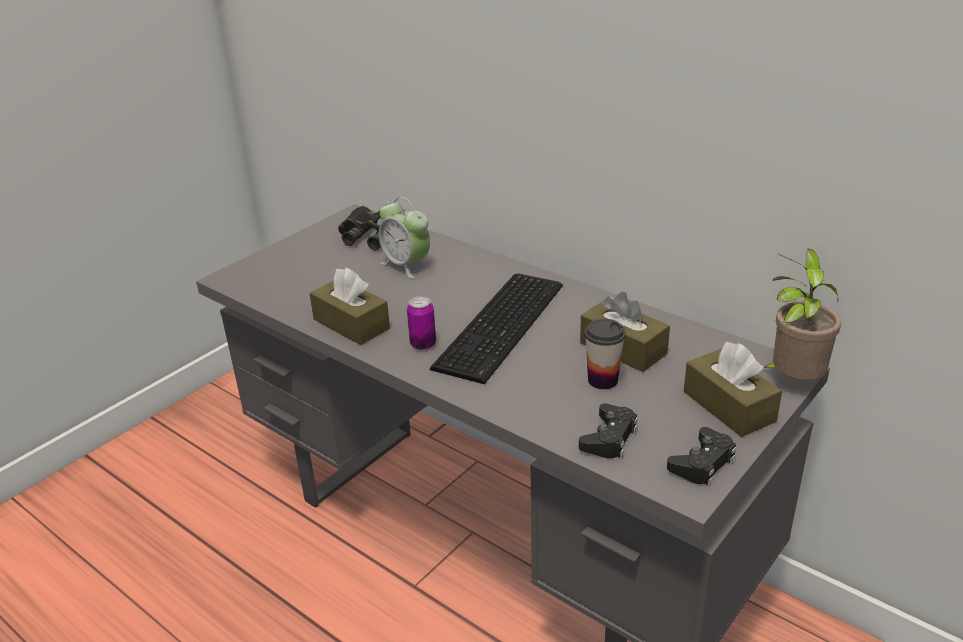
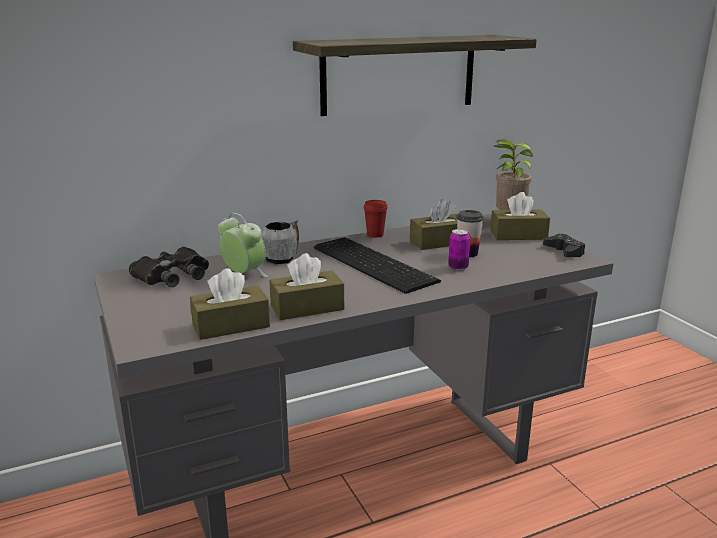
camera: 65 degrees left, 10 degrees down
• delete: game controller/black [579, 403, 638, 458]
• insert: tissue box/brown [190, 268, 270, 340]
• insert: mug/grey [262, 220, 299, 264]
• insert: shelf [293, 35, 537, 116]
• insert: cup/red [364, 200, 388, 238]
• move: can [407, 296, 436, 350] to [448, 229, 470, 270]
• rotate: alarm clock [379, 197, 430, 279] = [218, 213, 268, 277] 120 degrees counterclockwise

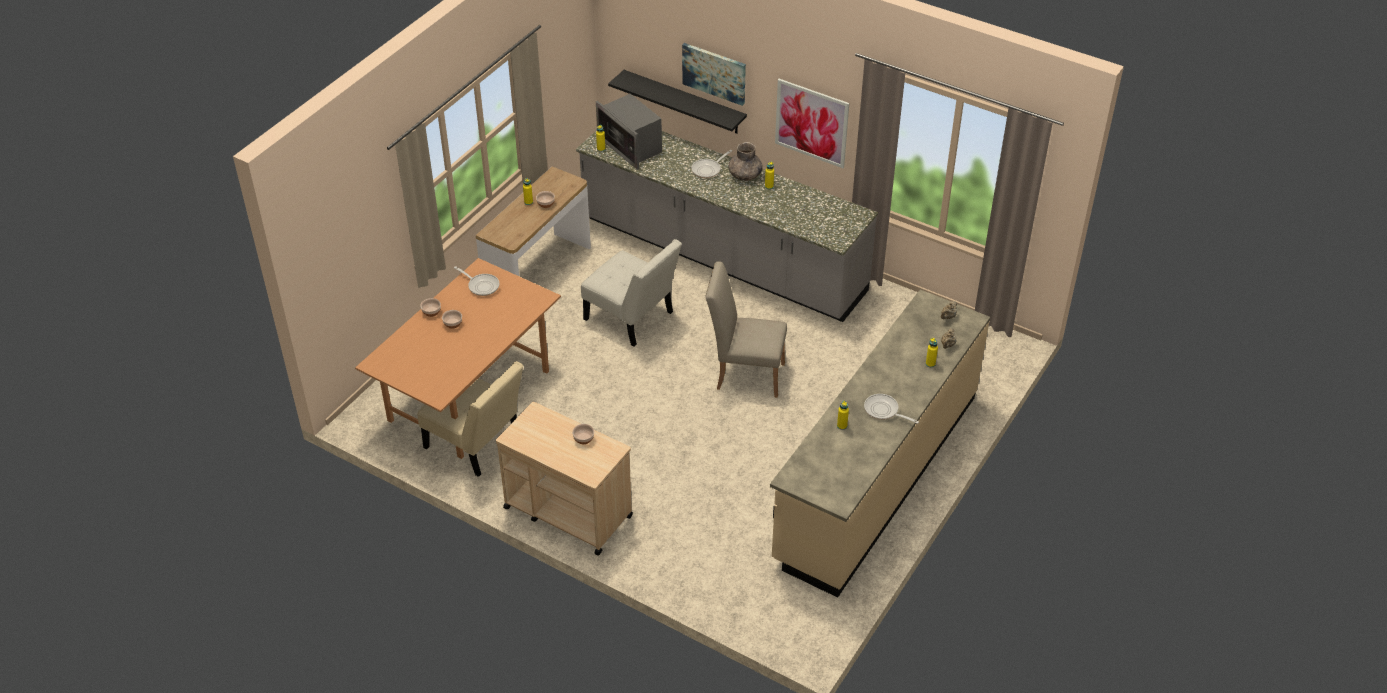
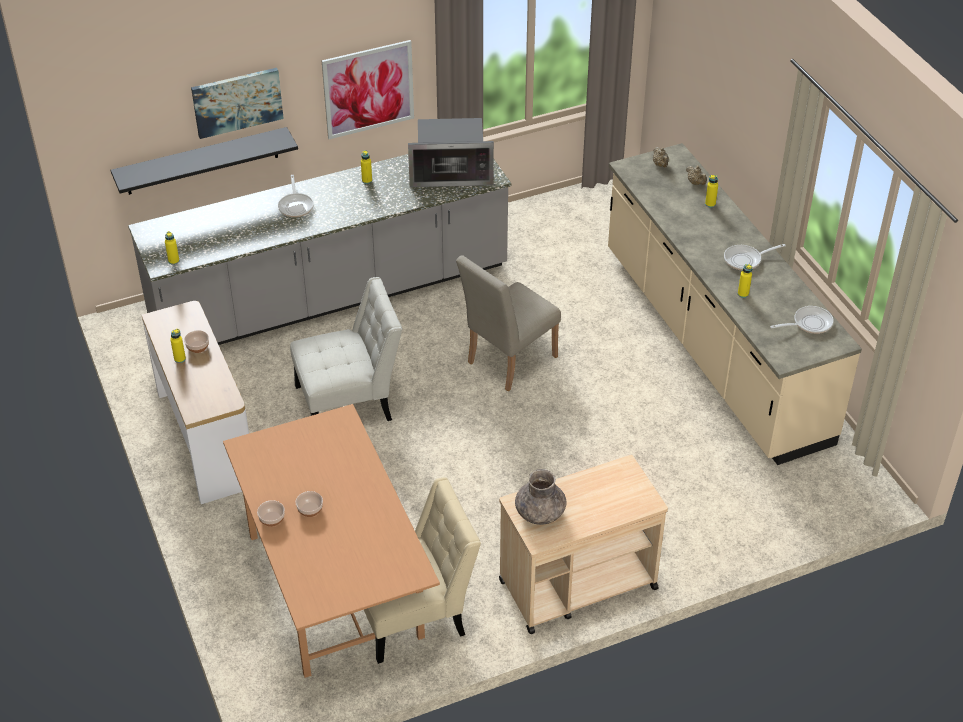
camera: 55 degrees left, 0 degrees up
• delete: bowl [572, 424, 594, 444]
• move: frying pan [454, 266, 499, 296] to [770, 306, 834, 334]
• move: microwave [596, 94, 662, 170] to [408, 118, 494, 187]
• move: vase/grey [728, 142, 762, 181] to [515, 469, 567, 525]

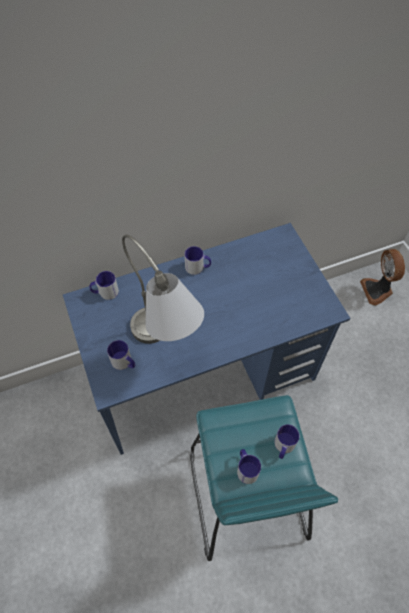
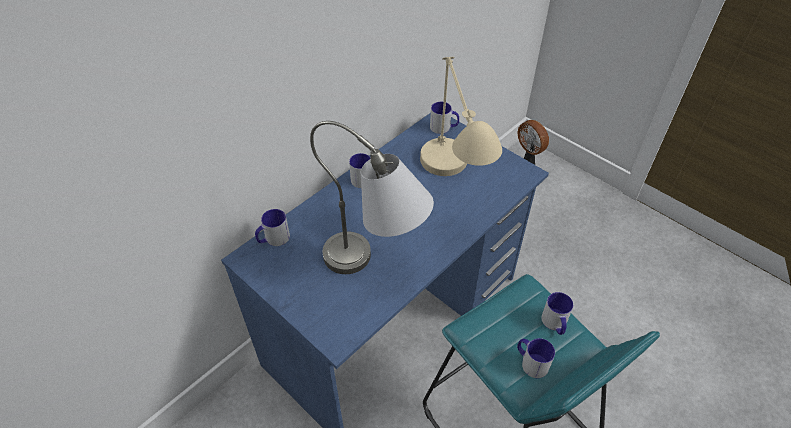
camera: 25 degrees left, 10 degrees down
• insert: table lamp/beige [420, 57, 502, 176]
• move: mug [107, 340, 135, 370] to [430, 102, 459, 134]

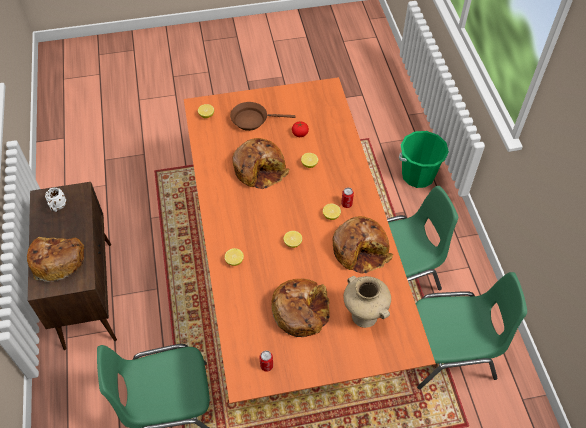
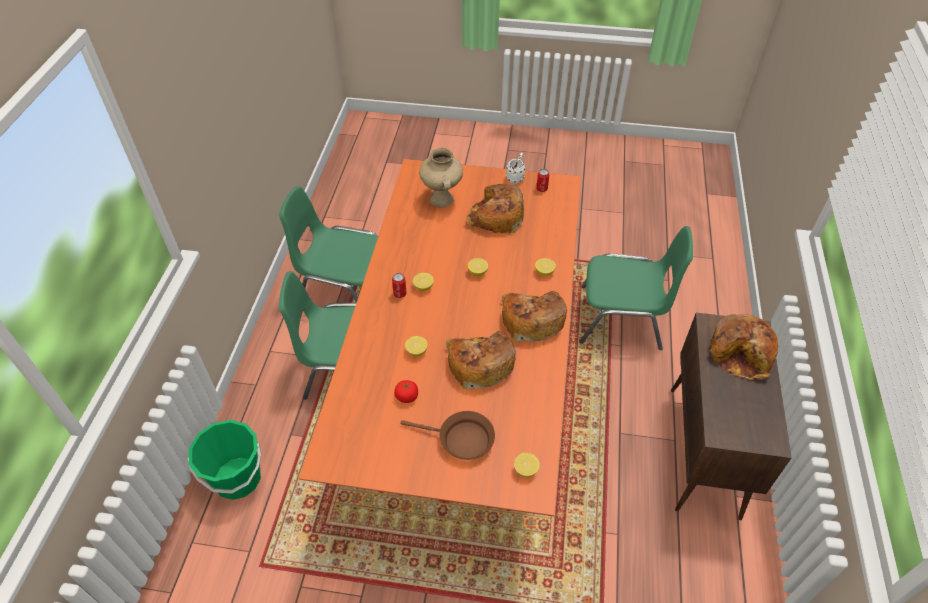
camera: 160 degrees left, 5 degrees down
• move: mug/white [45, 187, 66, 212] to [506, 153, 525, 184]
• move: bread [332, 216, 394, 274] to [502, 291, 567, 342]

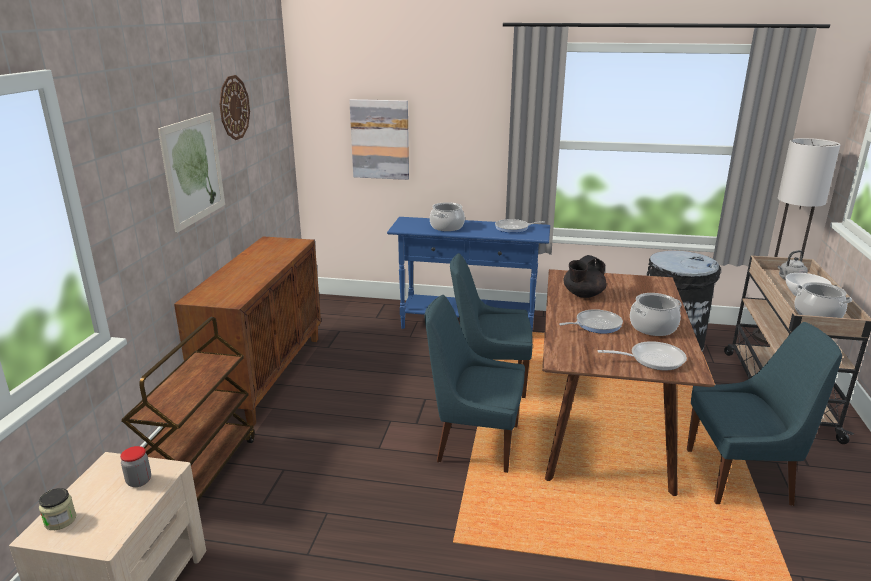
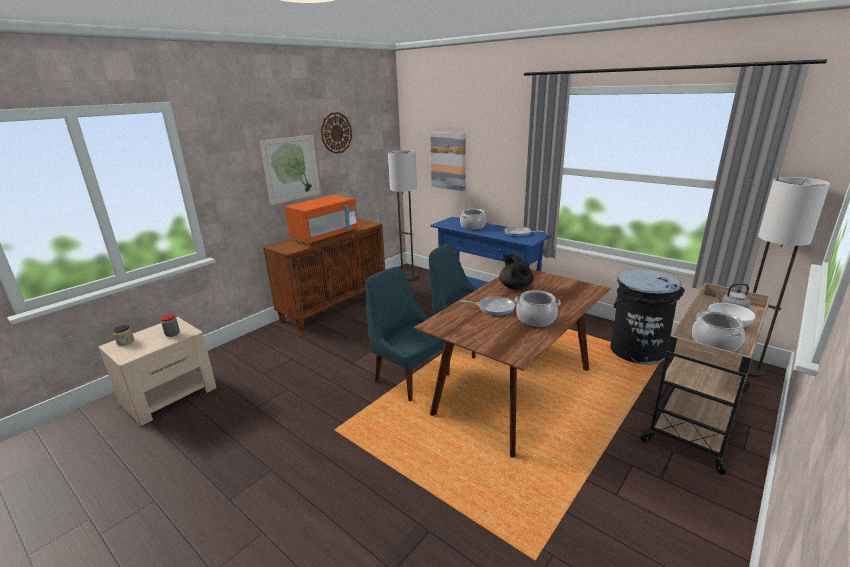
camera: 30 degrees right, 0 degrees up
• delete: cart/brown [121, 317, 255, 502]
• delete: frying pan [598, 341, 687, 370]
• delete: chair/blue [687, 322, 842, 506]
• insert: microwave/orange [285, 195, 358, 244]
• insert: floor lamp [388, 150, 418, 281]
• rotate: teapot/black [563, 255, 607, 298] = [499, 254, 534, 290] 90 degrees clockwise

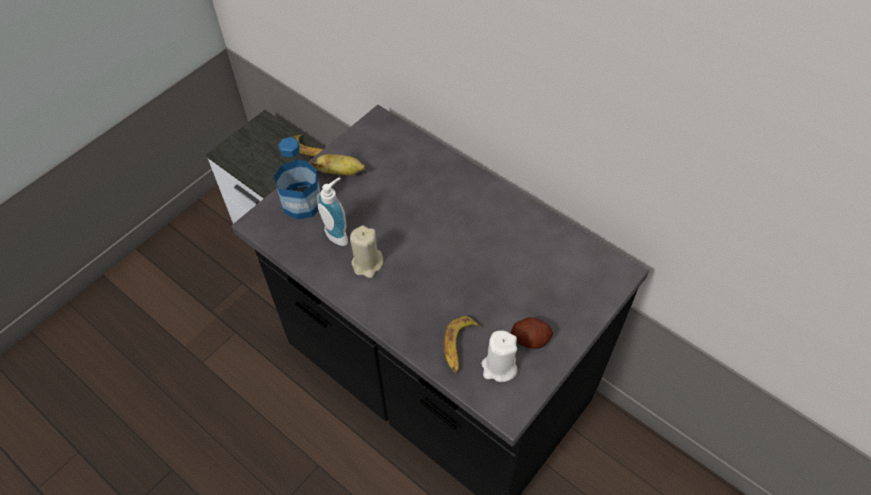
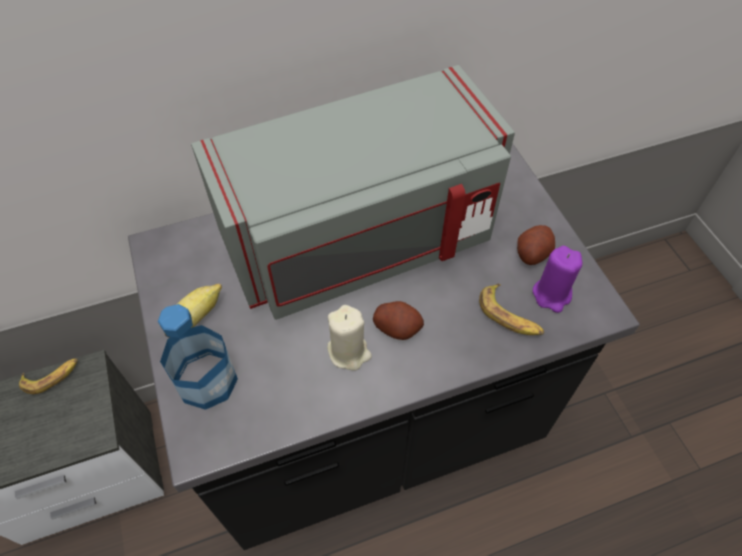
camera: 60 degrees left, 0 degrees up
• delete: soap dispenser [317, 177, 348, 246]
• insert: microwave/grey [191, 65, 515, 320]
• insert: potato [373, 301, 424, 340]
• recolor: candle/white [482, 330, 517, 382] to candle/purple [533, 246, 582, 313]

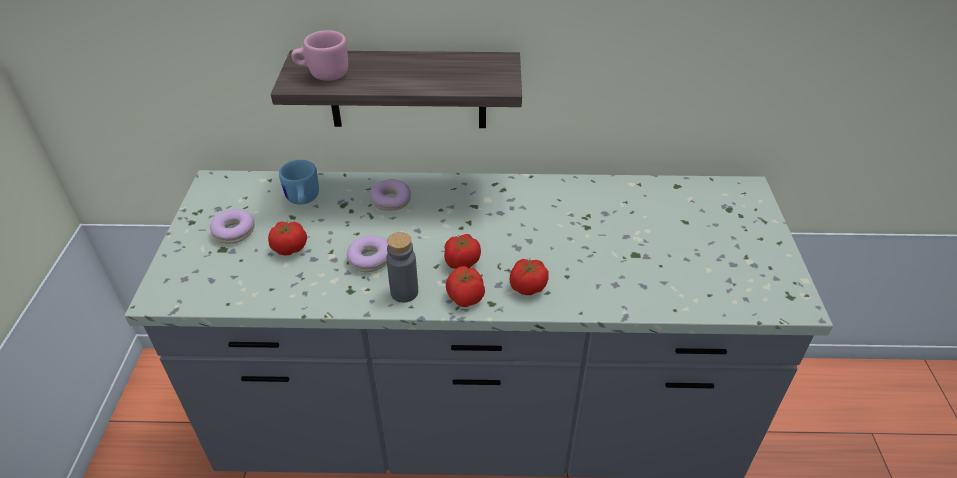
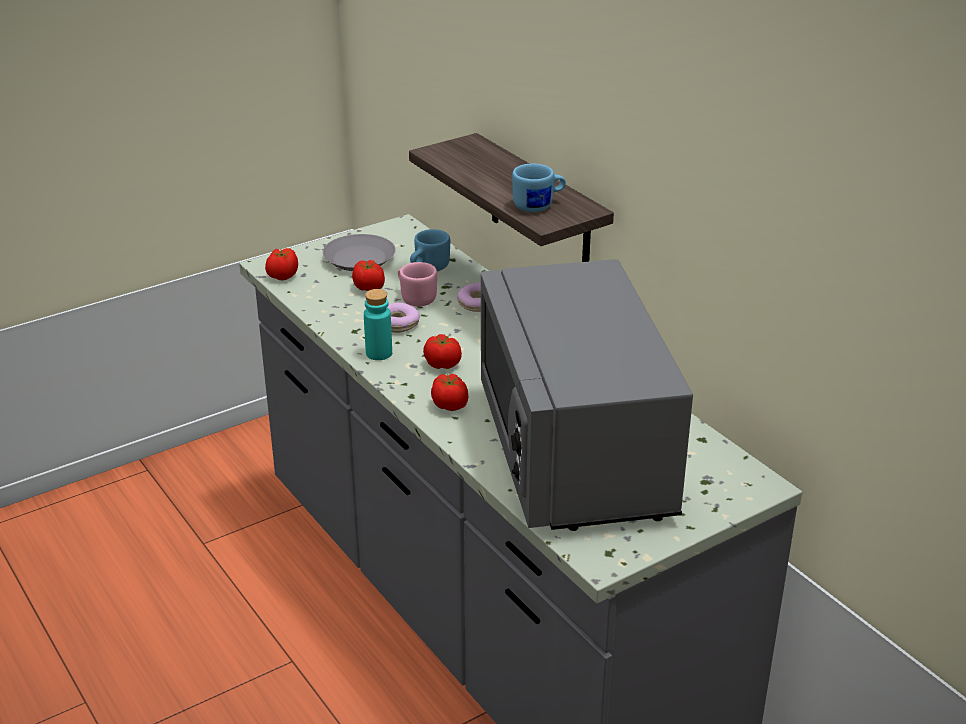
camera: 55 degrees right, 10 degrees down
• insert: microwave/grey [481, 259, 693, 531]
• insert: mug/blue [512, 164, 566, 212]
• move: mug/pink [291, 30, 348, 81] to [398, 262, 437, 306]
• move: tomato [446, 266, 485, 307] to [265, 248, 298, 281]
• replace: donut [210, 209, 255, 244] to plate/grey [323, 234, 396, 271]
• recolor: bottle/grey [386, 232, 418, 303] to bottle/turquoise [364, 289, 392, 360]

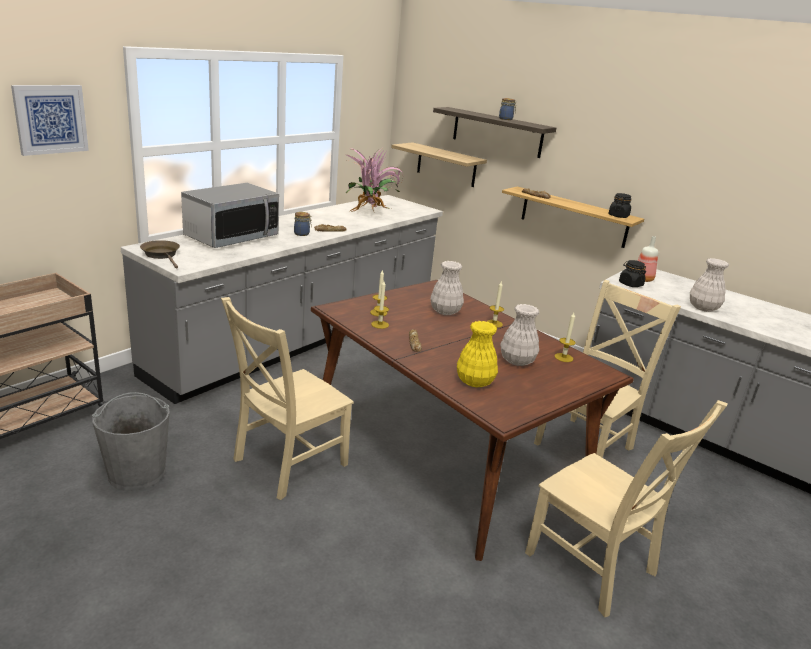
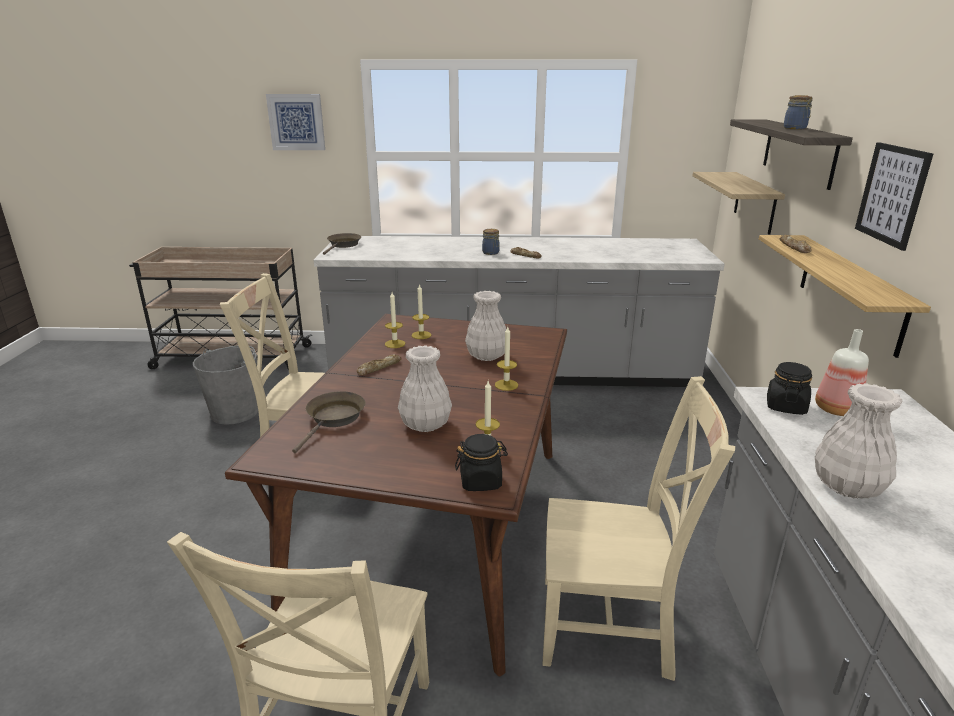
camera: 55 degrees right, 0 degrees up
• delete: microwave [181, 183, 279, 248]
• delete: potted plant [346, 148, 403, 213]
• insert: picture [855, 142, 933, 251]
• move: jar/black [608, 193, 632, 218] to [455, 434, 508, 491]
• replace: vase/yellow [457, 321, 498, 388] to frying pan/brown [292, 391, 365, 453]

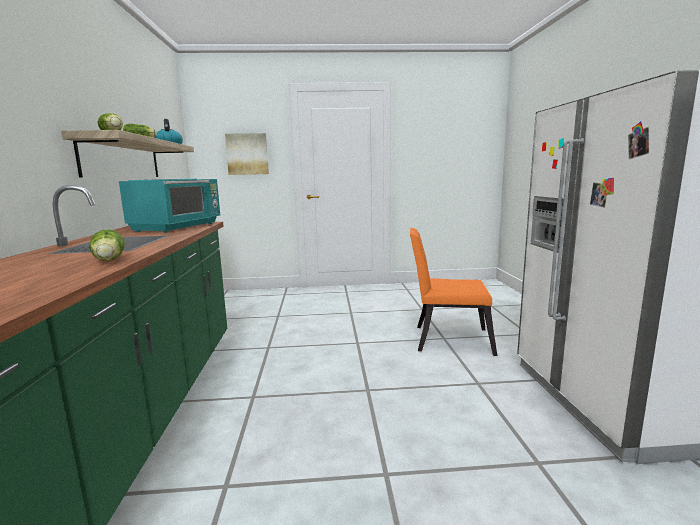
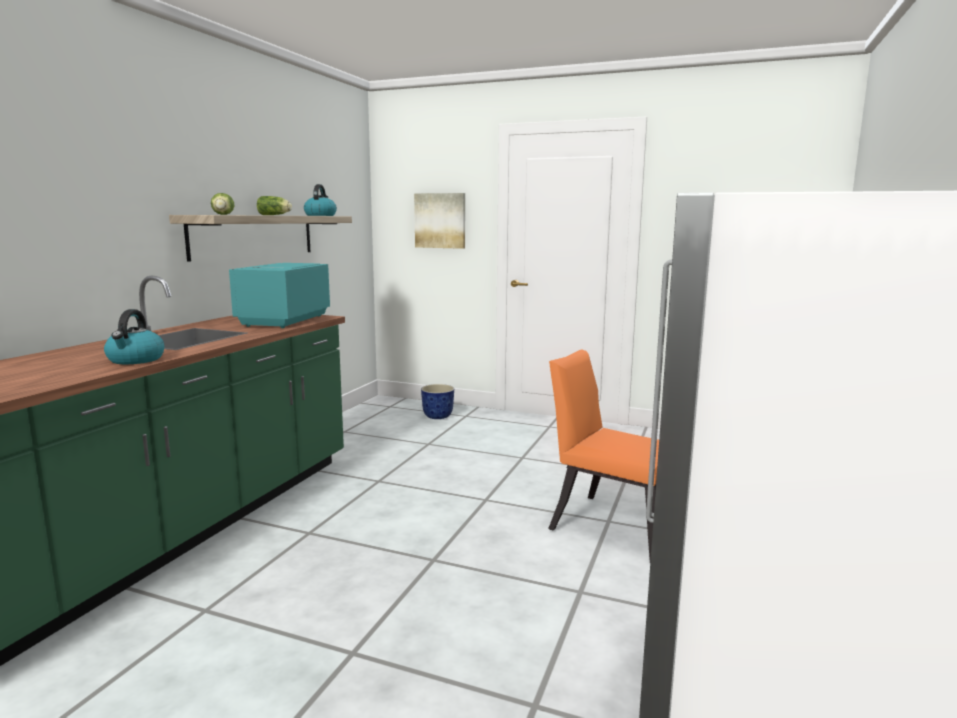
camera: 25 degrees right, 0 degrees up
• insert: planter [421, 384, 454, 419]
• replace: lettuce [90, 230, 125, 261] to kettle [104, 309, 164, 364]
• rotate: microwave/turquoise [119, 179, 220, 233] = [229, 263, 330, 328] 150 degrees clockwise

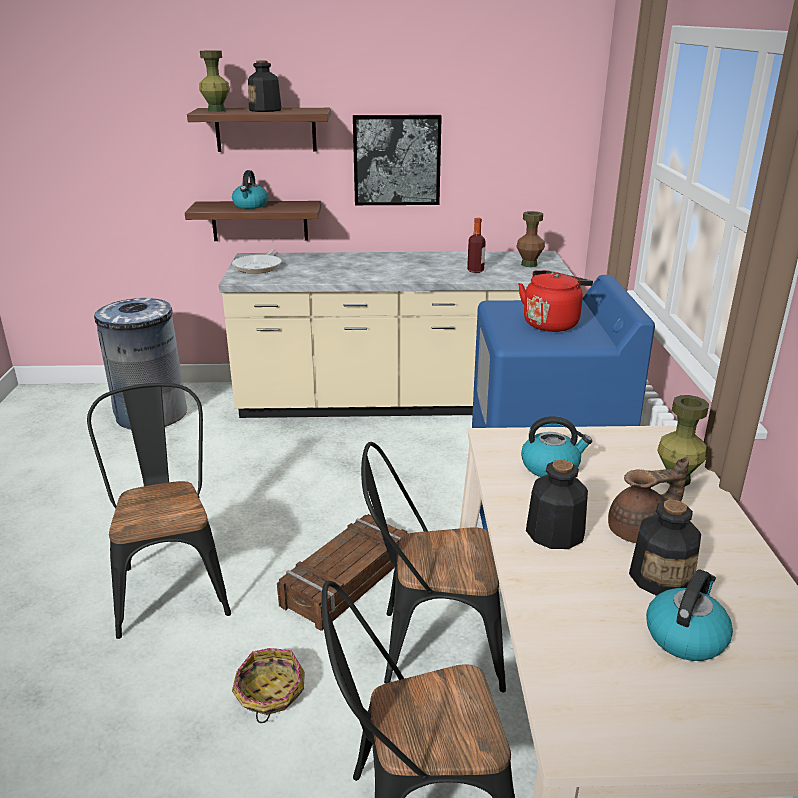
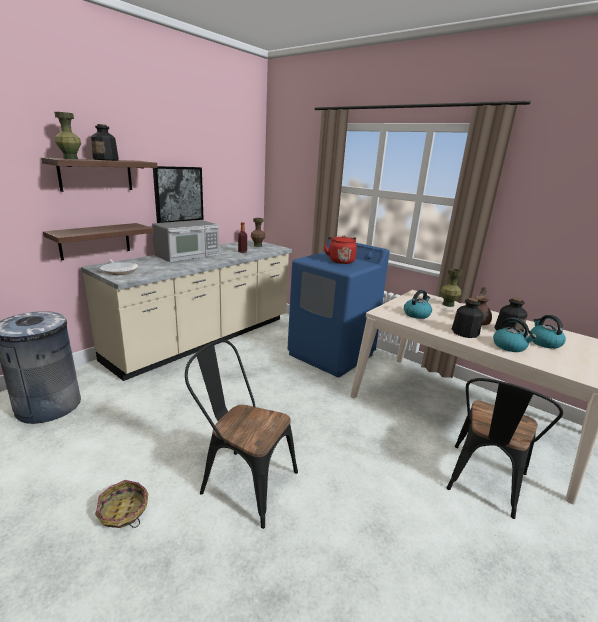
camera: 50 degrees left, 5 degrees down
• delete: crate [277, 514, 408, 631]
• delete: chair/black [361, 442, 506, 692]
• insert: microwave [152, 220, 219, 262]
• move: kettle [232, 170, 269, 209] to [493, 317, 537, 352]
• move: basket [232, 648, 305, 723] to [95, 480, 148, 528]

